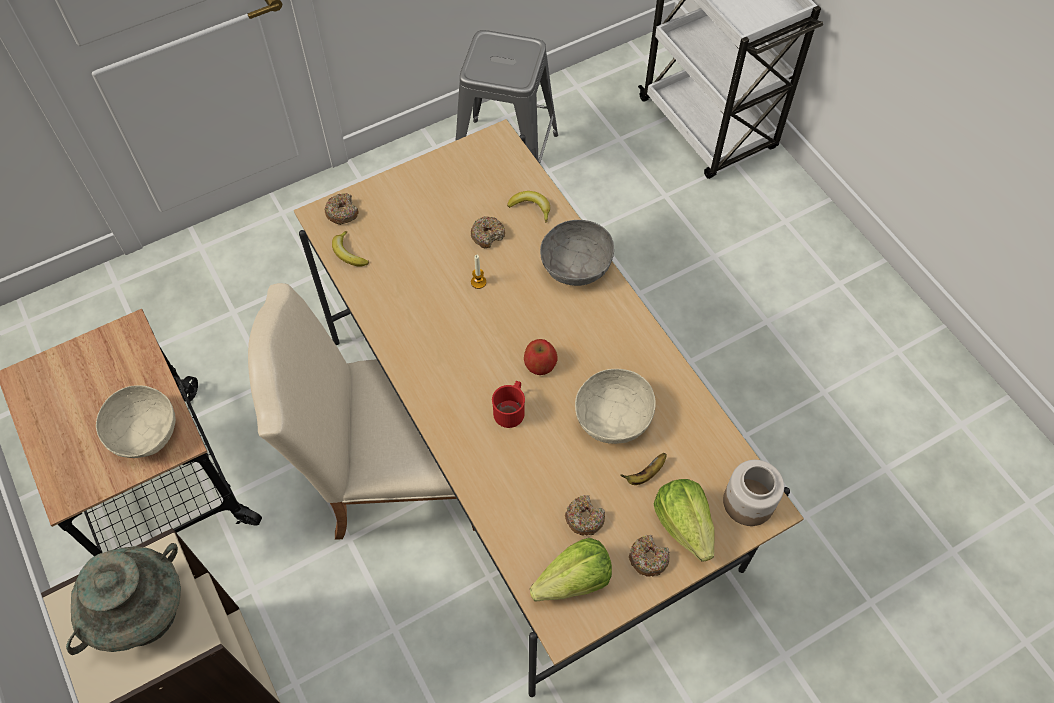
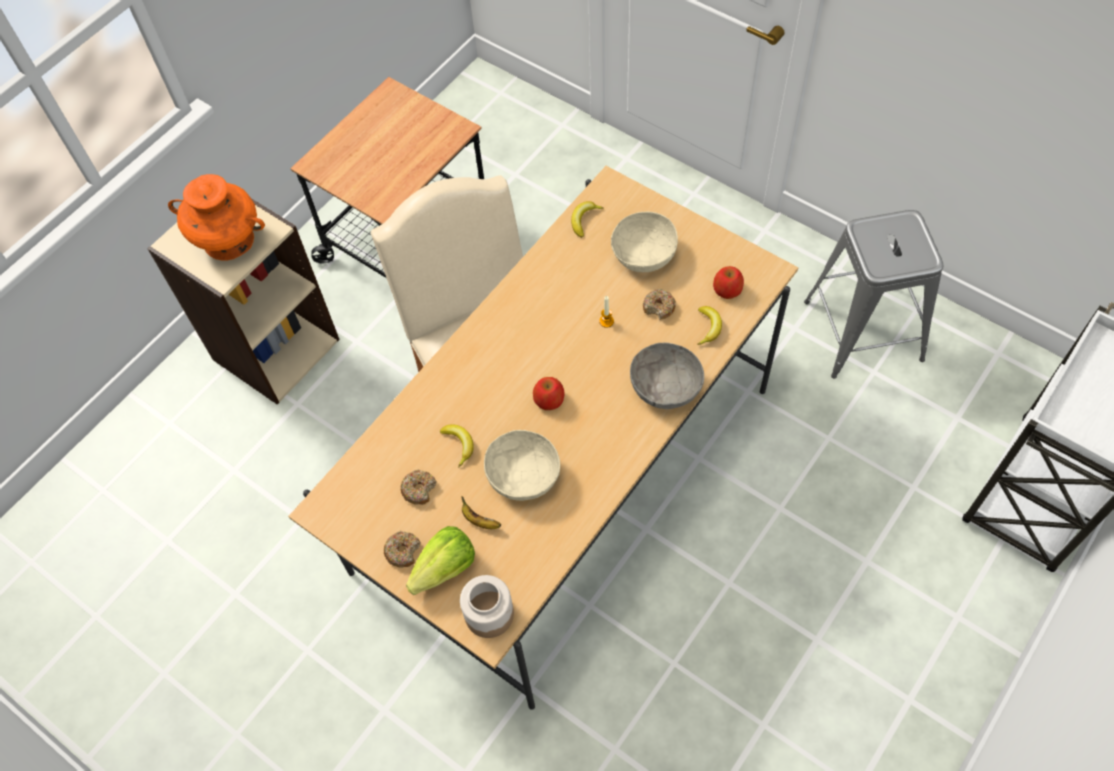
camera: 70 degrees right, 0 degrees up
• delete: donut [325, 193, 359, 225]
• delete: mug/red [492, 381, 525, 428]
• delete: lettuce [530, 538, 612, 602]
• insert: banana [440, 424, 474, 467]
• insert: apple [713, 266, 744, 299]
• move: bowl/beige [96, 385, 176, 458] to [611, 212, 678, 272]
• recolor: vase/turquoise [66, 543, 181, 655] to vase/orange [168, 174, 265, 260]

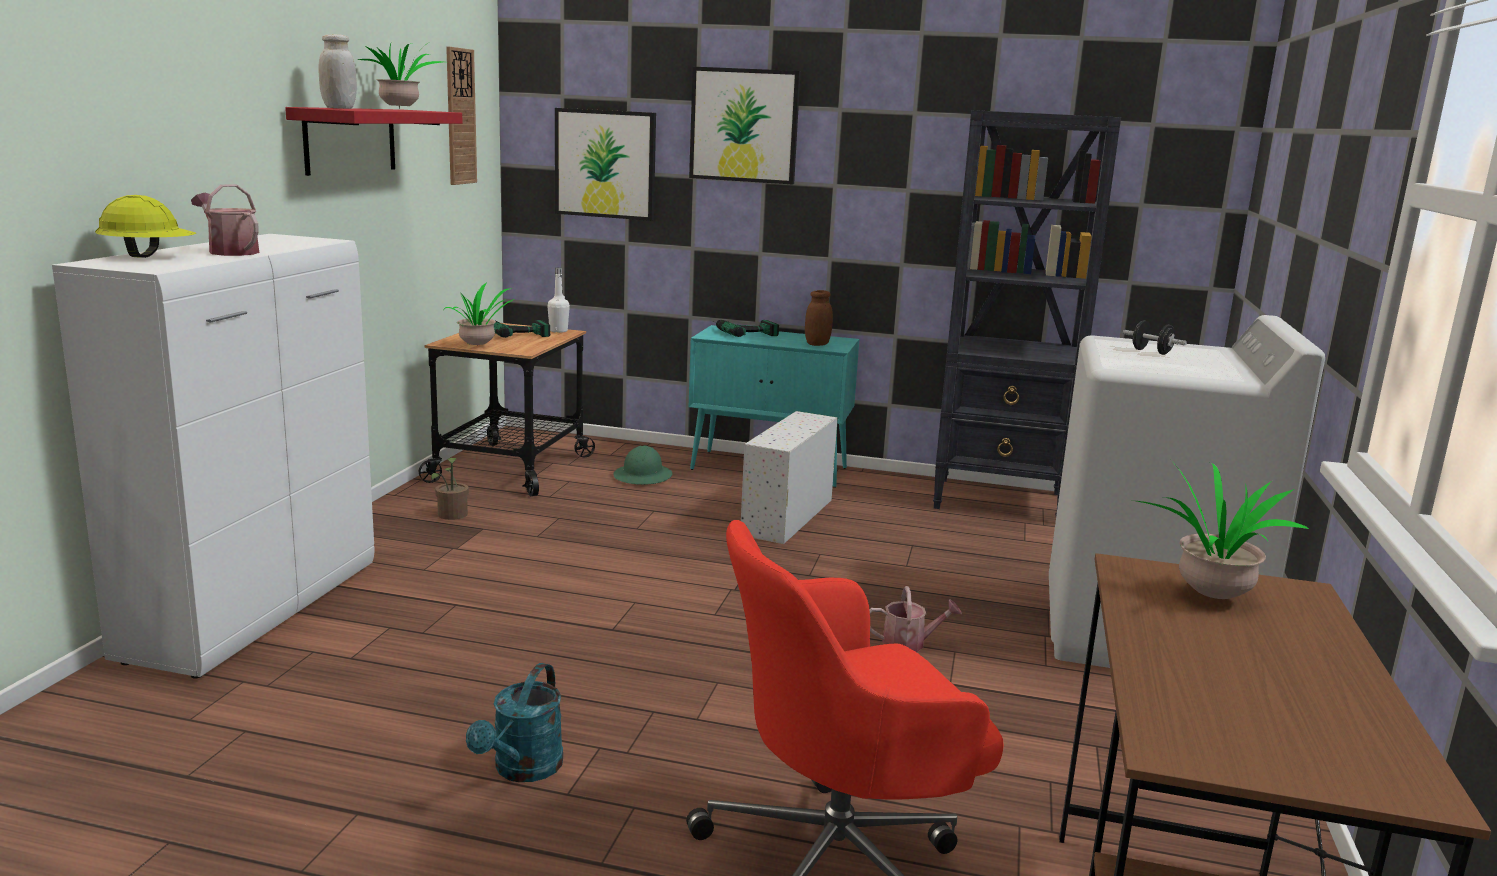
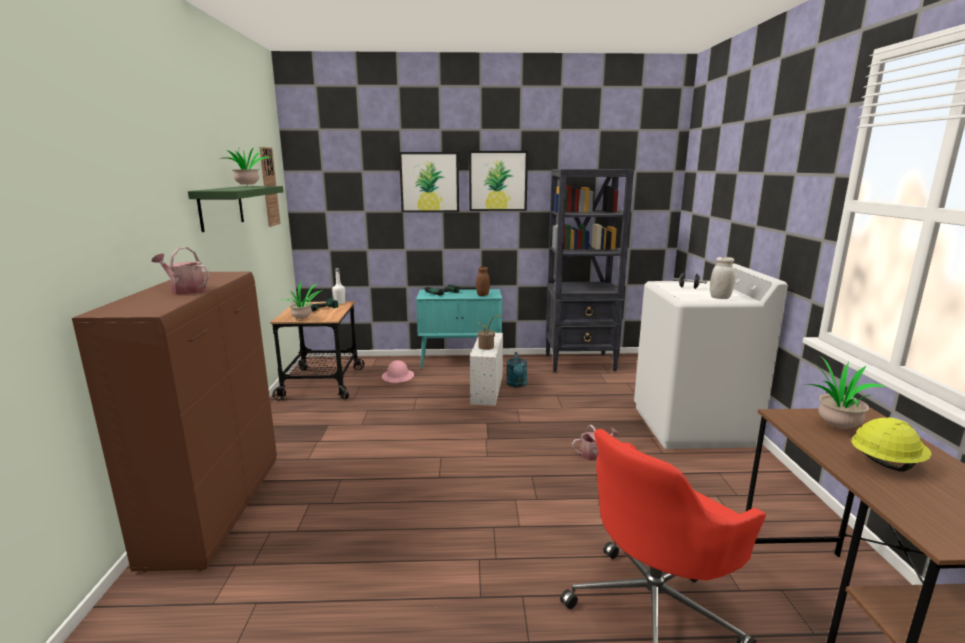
camera: 15 degrees left, 0 degrees up
• move: hard hat/yellow [95, 195, 196, 258] to [851, 417, 931, 472]
• move: jar/white [319, 34, 357, 109] to [710, 257, 735, 299]
• move: potted plant [431, 457, 469, 520] to [477, 315, 500, 350]
• move: watering can/turquoise [466, 663, 563, 782] to [507, 352, 527, 387]
• move: picture [555, 108, 656, 221] to [469, 151, 528, 211]
• recolor: cabinet/white [52, 234, 374, 678] to cabinet/brown [72, 272, 277, 572]
• recolor: shelf/red [285, 107, 463, 176] to shelf/green [188, 186, 283, 232]
• recolor: hard hat/green [613, 446, 673, 485] to hard hat/pink [382, 360, 414, 383]

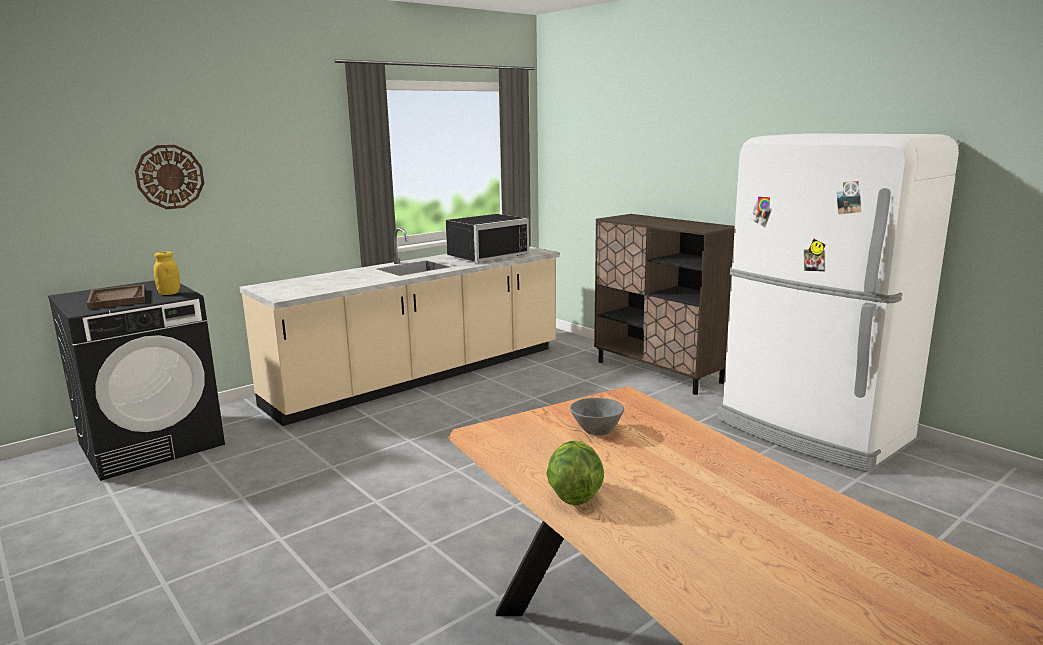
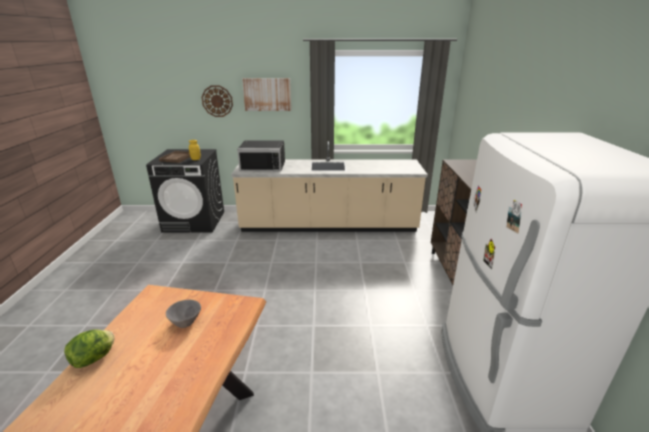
camera: 40 degrees right, 10 degrees up
• insert: picture [242, 78, 291, 111]
• move: microwave/black [446, 214, 529, 263] to [237, 140, 285, 172]

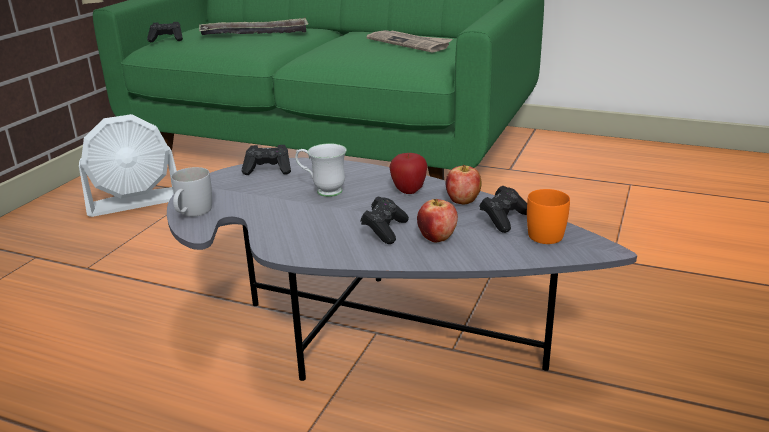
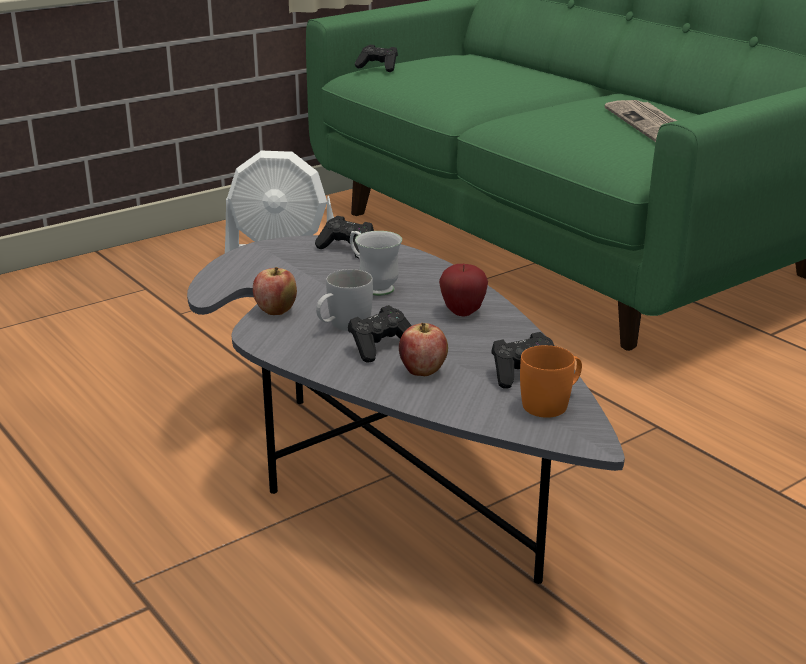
camera: 30 degrees right, 0 degrees up
• delete: tray [199, 18, 309, 35]
• move: mug/white [171, 167, 212, 217] to [316, 269, 373, 331]
• move: apple [445, 165, 482, 205] to [253, 267, 297, 315]

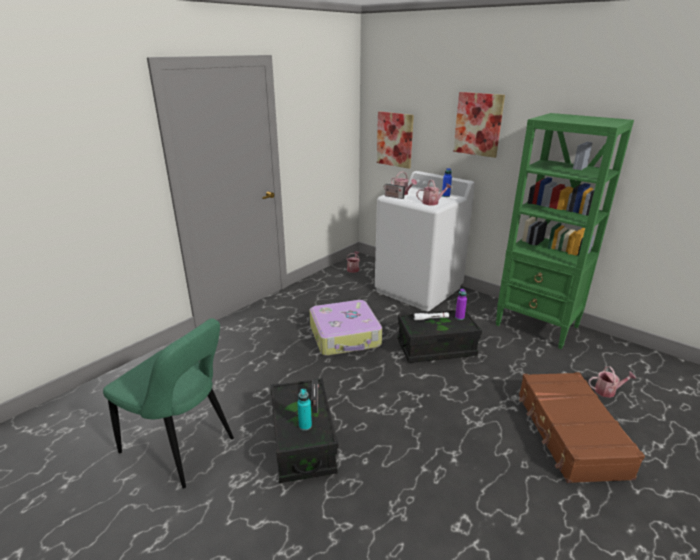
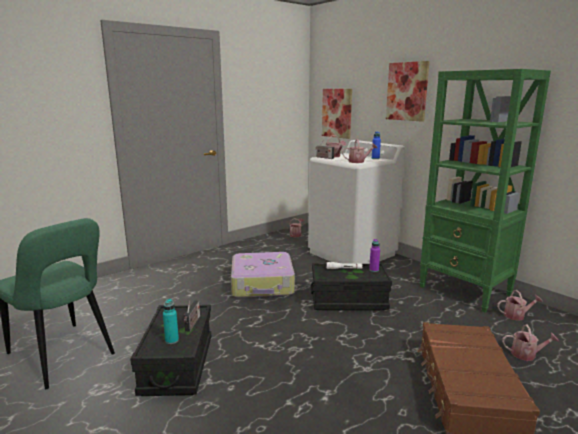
camera: 10 degrees right, 10 degrees down
• insert: watering can [497, 290, 542, 321]

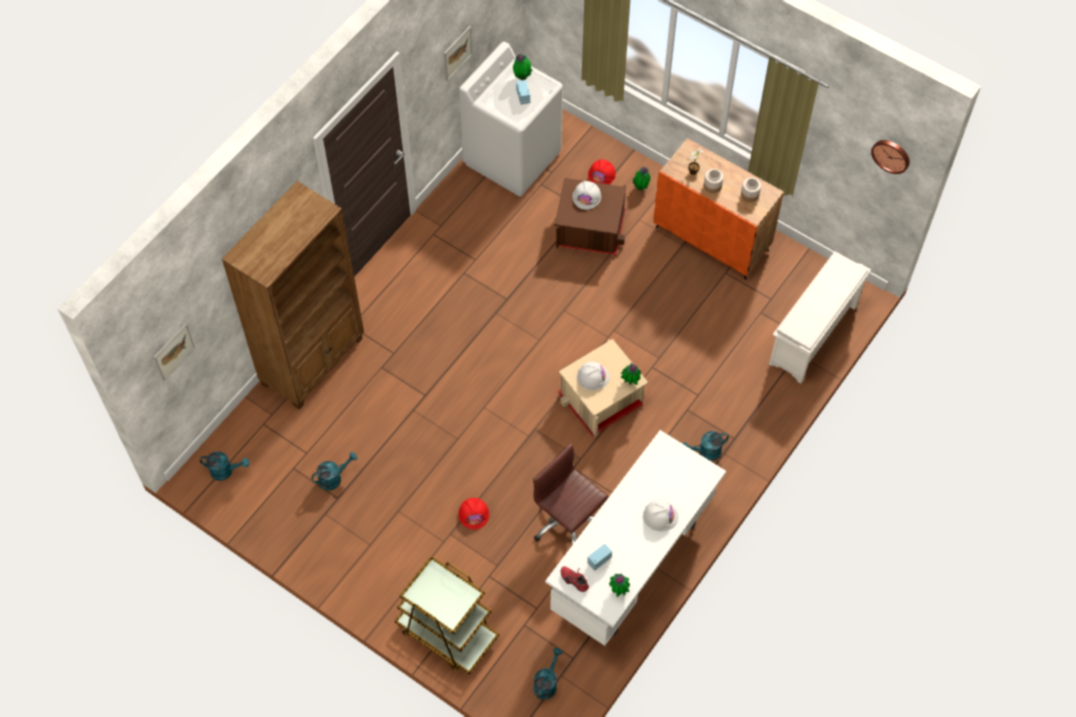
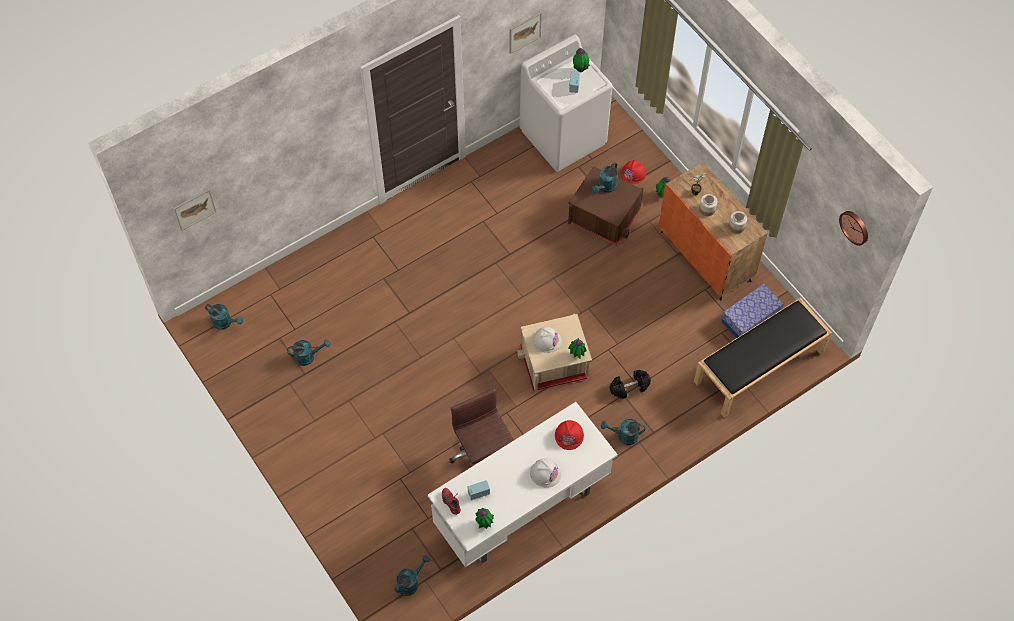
camera: 20 degrees right, 0 degrees up
• delete: bookcase/brown [222, 181, 364, 410]
• delete: cart/brown [395, 556, 499, 675]
• insert: dumbbell/black [609, 370, 651, 399]
• insert: storage box [721, 284, 784, 338]
• move: hard hat/red [458, 498, 489, 530] to [555, 420, 584, 450]
• replace: hard hat/white [573, 181, 601, 210] to watering can/turquoise [592, 162, 618, 193]
• replace: shoe rack/white [769, 251, 871, 384] to bench/black [694, 298, 832, 418]

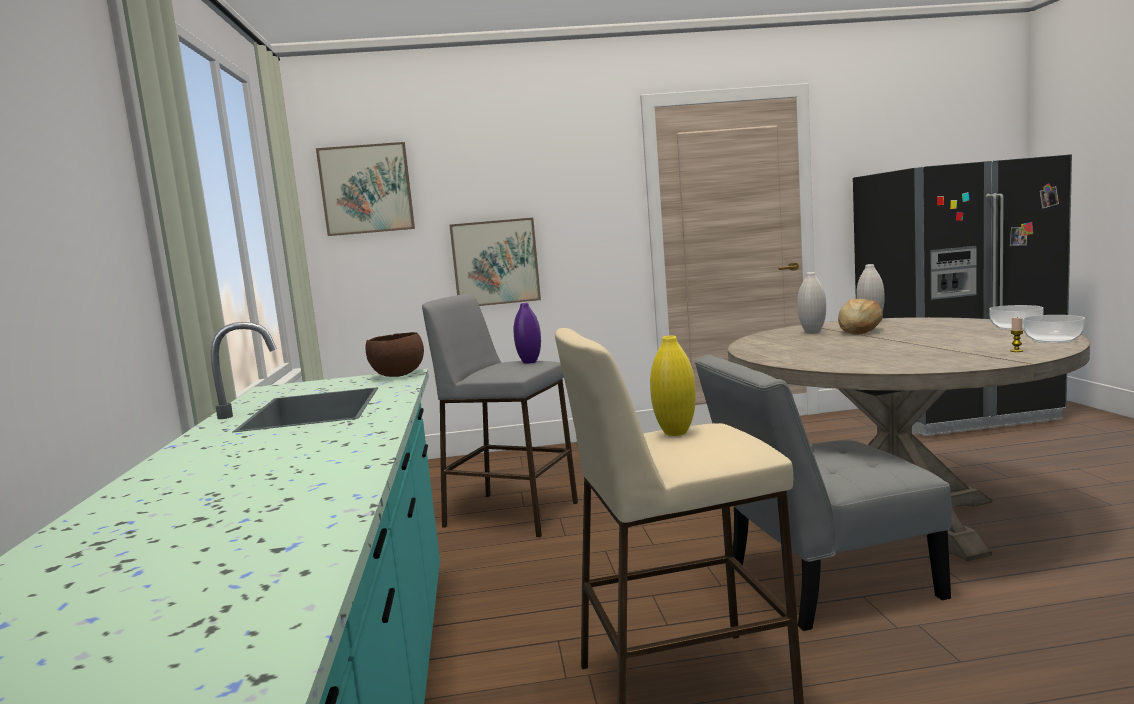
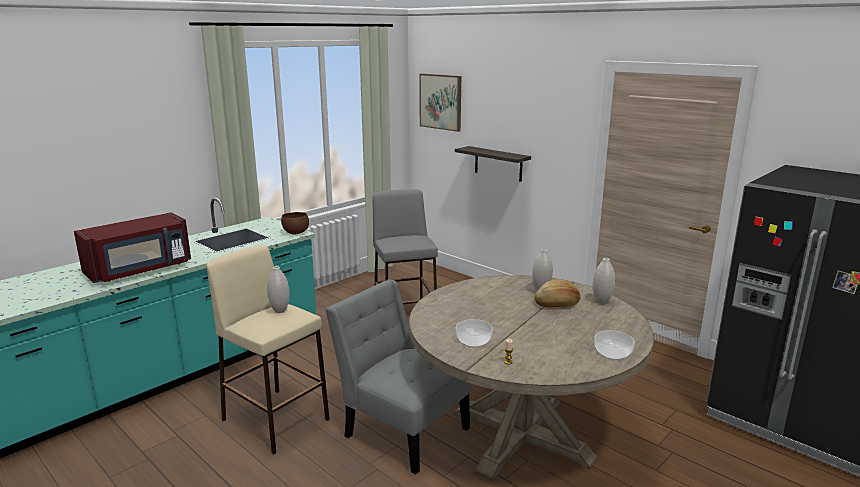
camera: 50 degrees right, 10 degrees up
• delete: vase/purple [513, 303, 541, 364]
• insert: microwave/red [74, 212, 191, 283]
• move: bowl [1023, 315, 1085, 343] to [456, 319, 493, 348]
• replace: picture [449, 218, 541, 306] to shelf [455, 146, 531, 182]
• recolor: vase/yellow [650, 336, 696, 436] to vase/white [267, 266, 289, 313]

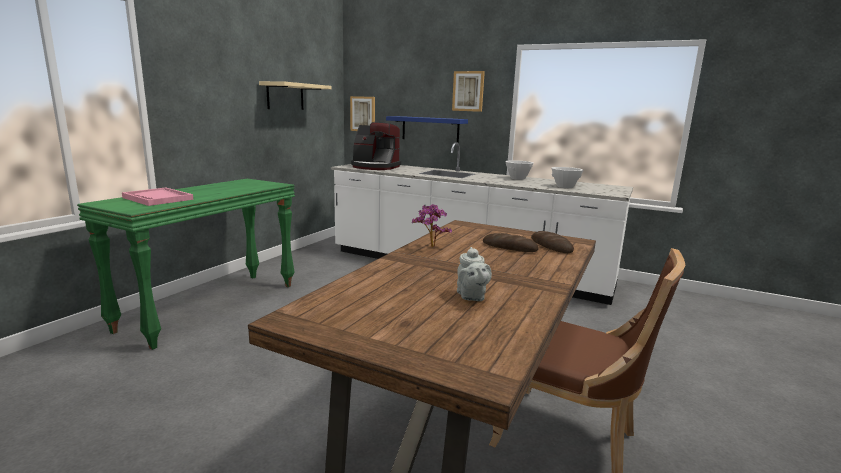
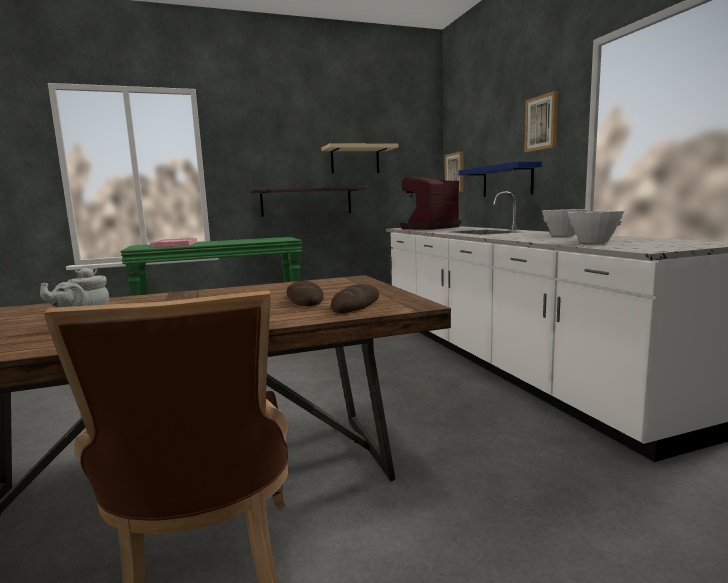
camera: 45 degrees right, 5 degrees down
• delete: potted plant [412, 204, 452, 248]
• insert: shelf [250, 187, 368, 217]
• rotate: coffee machine [351, 122, 401, 170] = [400, 177, 461, 230] 75 degrees clockwise

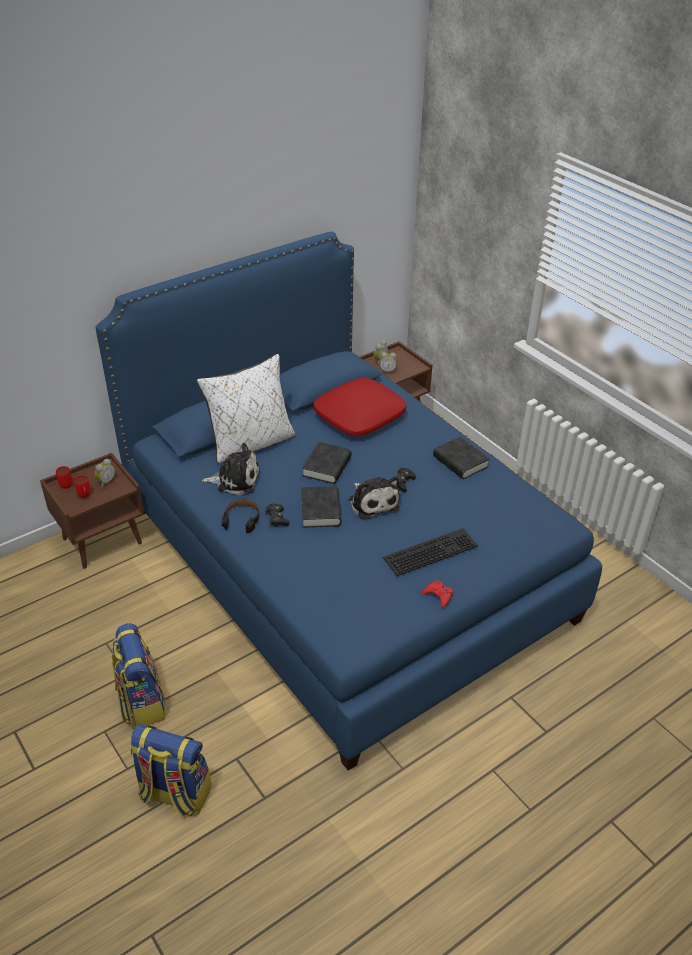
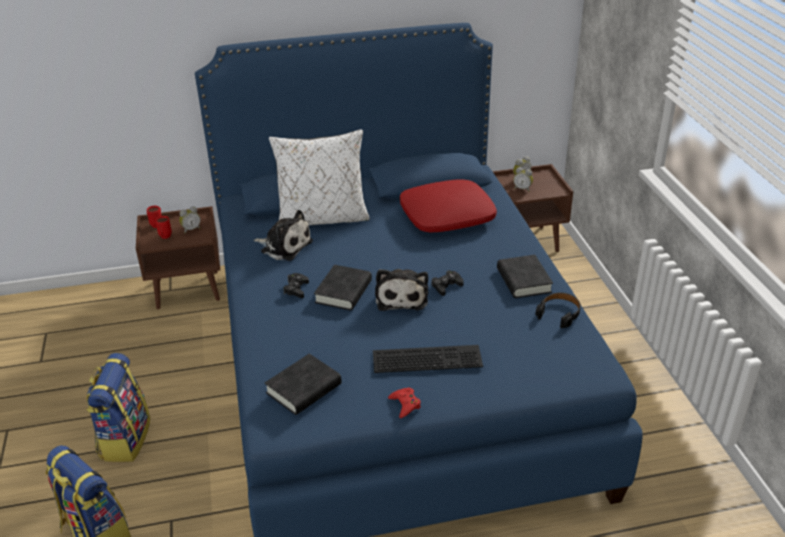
camera: 25 degrees right, 5 degrees down
• move: headphones/black [222, 500, 259, 533] to [535, 293, 581, 328]
• move: book/black [302, 442, 352, 484] to [265, 354, 342, 415]

